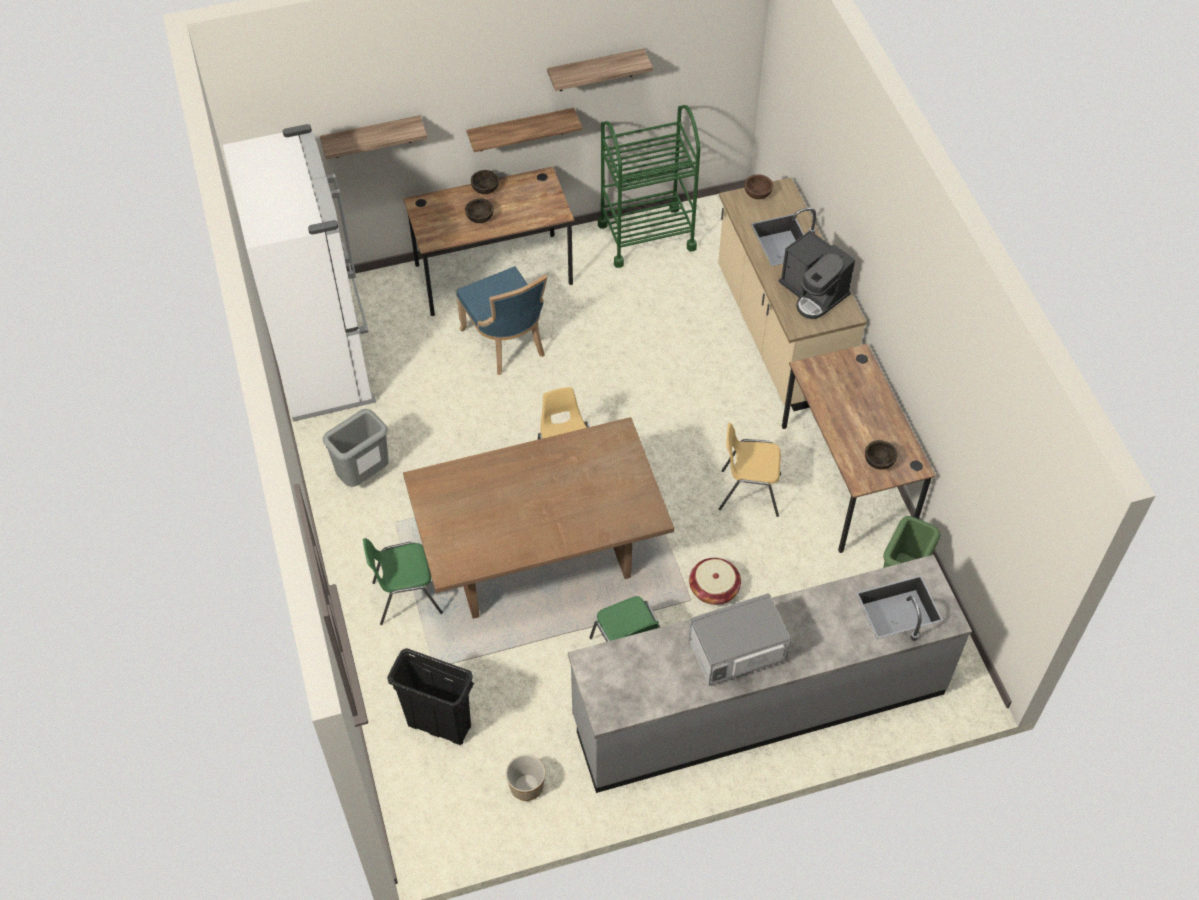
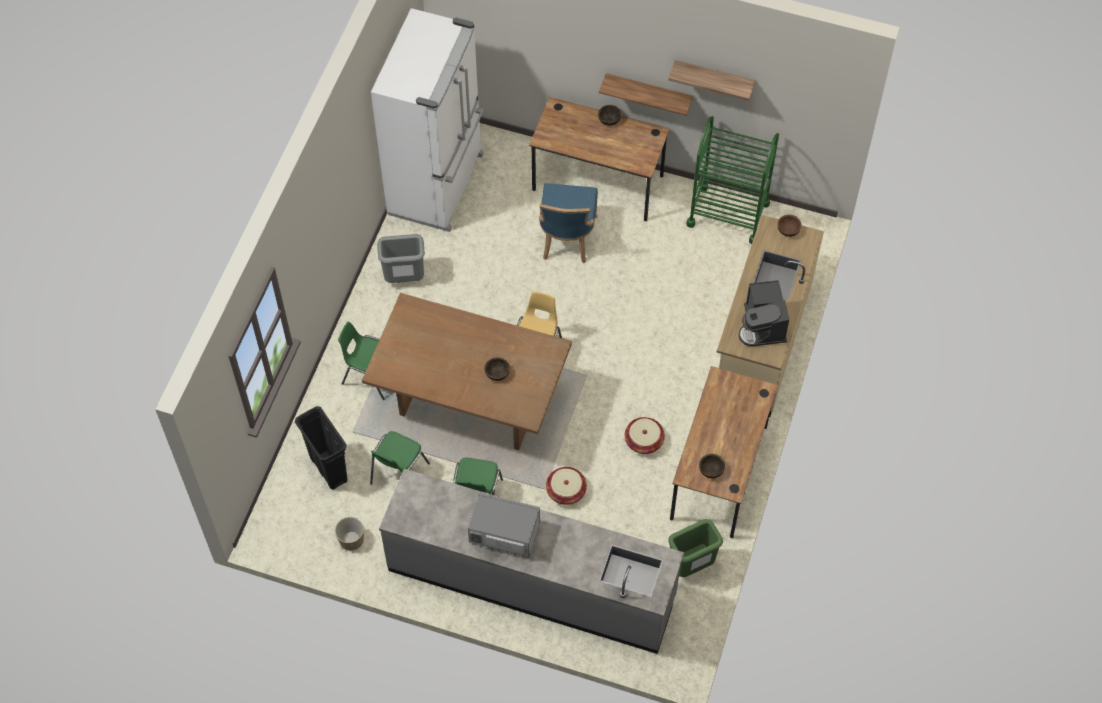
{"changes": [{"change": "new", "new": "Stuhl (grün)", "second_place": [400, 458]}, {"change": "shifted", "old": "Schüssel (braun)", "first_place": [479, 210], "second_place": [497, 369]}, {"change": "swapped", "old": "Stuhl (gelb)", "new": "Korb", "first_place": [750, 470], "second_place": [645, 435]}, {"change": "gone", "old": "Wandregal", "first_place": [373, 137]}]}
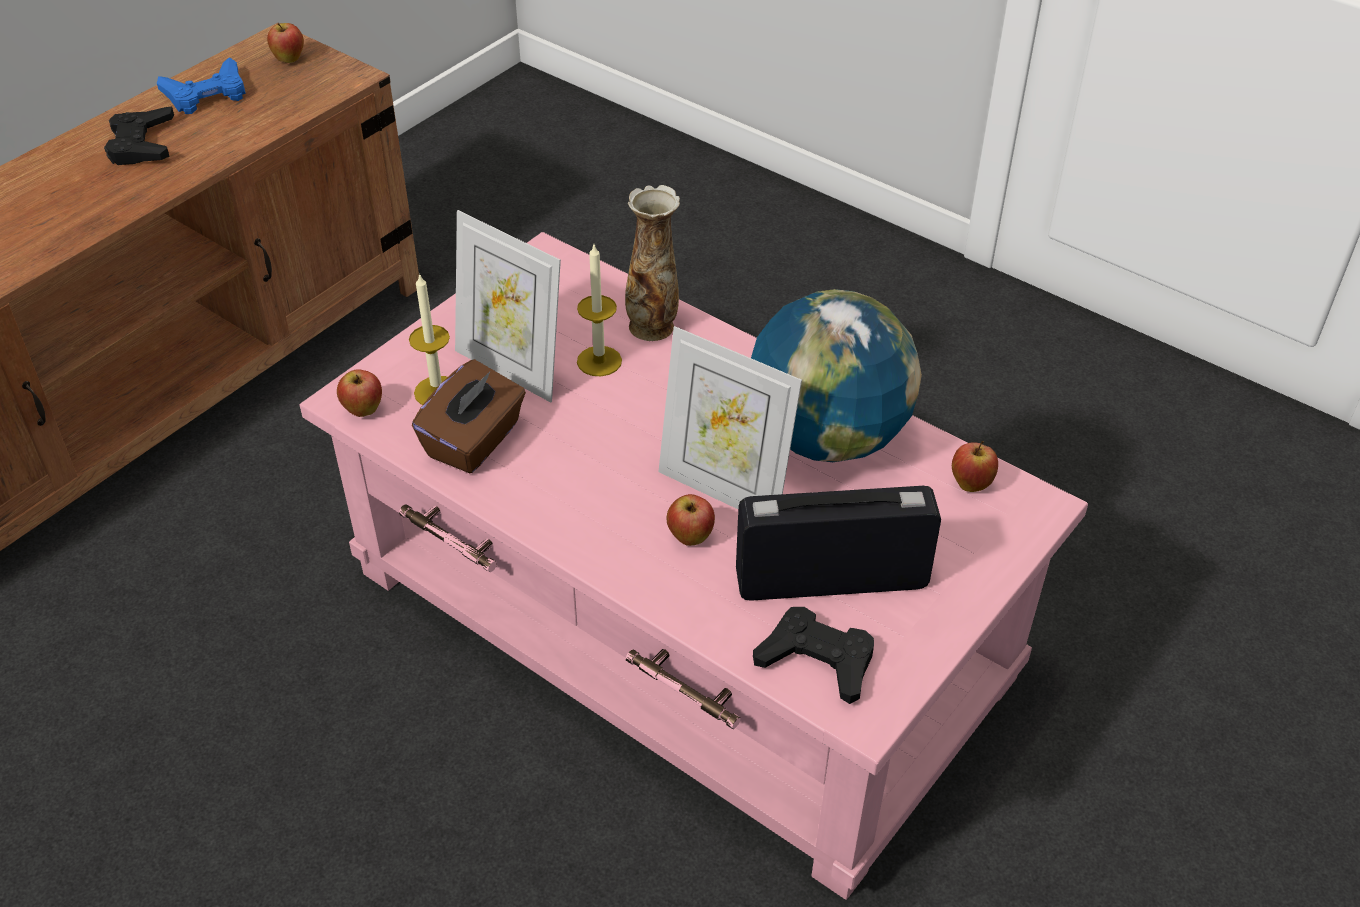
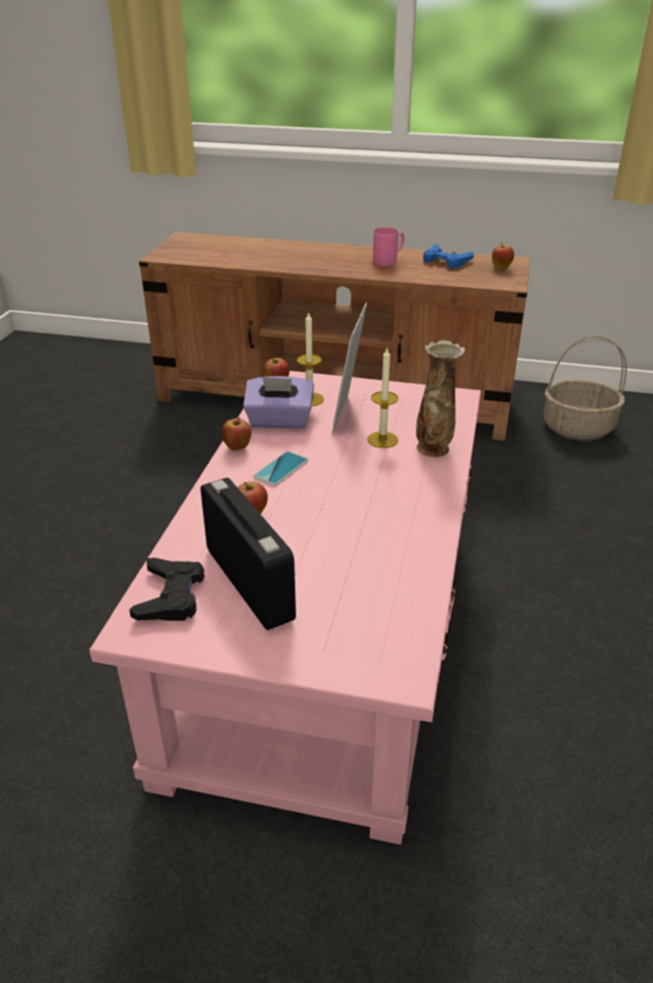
{"changes": [{"change": "shifted", "old": "Apfel", "first_place": [975, 466], "second_place": [236, 434]}, {"change": "repainted", "old": "Taschentuchbox (braun)", "new": "Taschentuchbox (lila)", "first_place": [469, 416], "second_place": [278, 402]}, {"change": "new", "new": "Handy", "second_place": [280, 468]}, {"change": "swapped", "old": "Gamepad (schwarz)", "new": "Henkelbecher (rosa)", "first_place": [139, 135], "second_place": [388, 246]}, {"change": "new", "new": "Korb", "second_place": [585, 387]}, {"change": "gone", "old": "Bilderrahmen", "first_place": [730, 417]}, {"change": "gone", "old": "Globus", "first_place": [836, 375]}]}
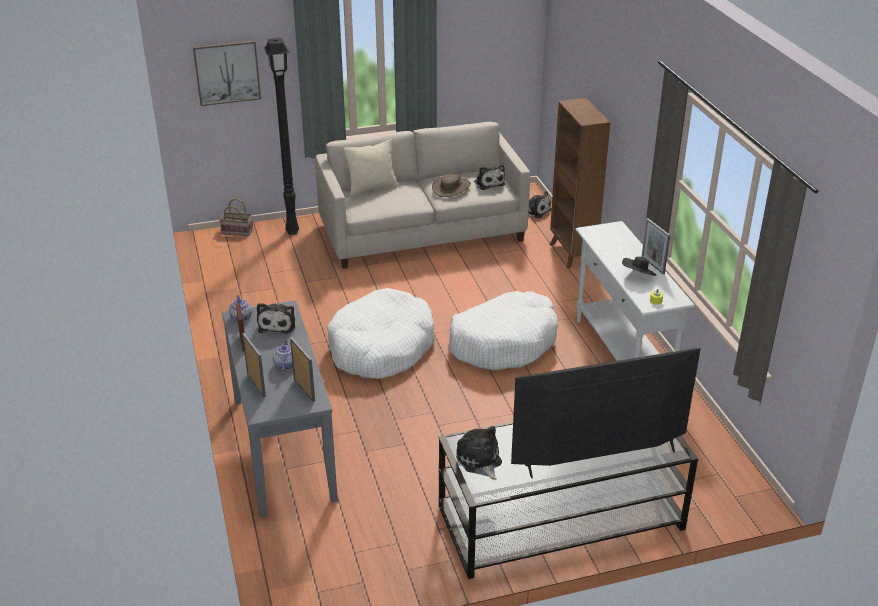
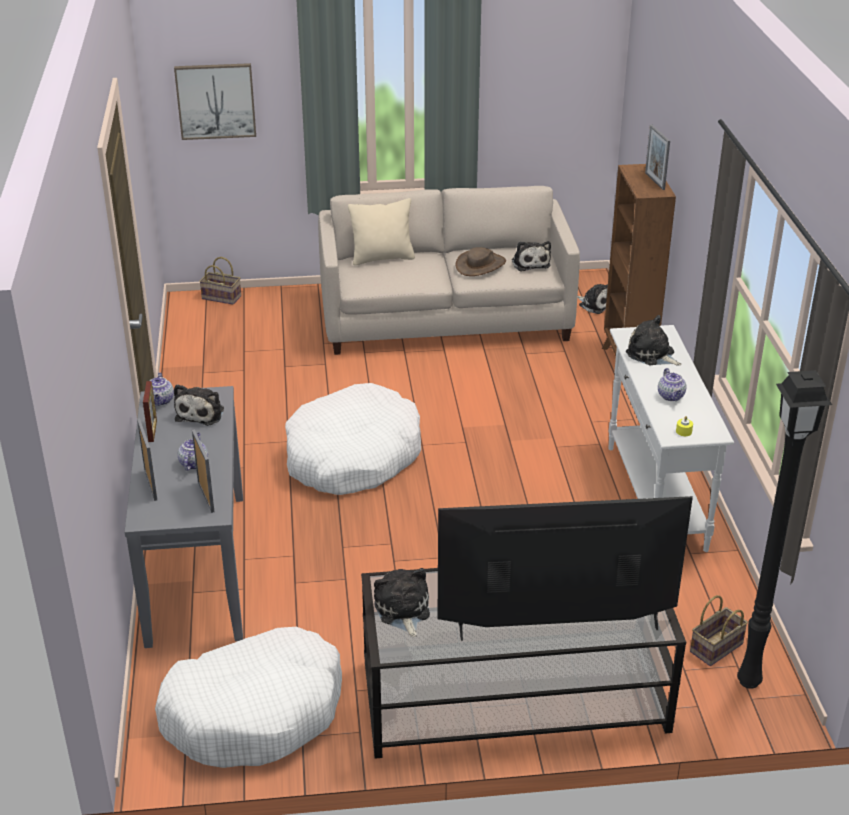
{"changes": [{"change": "shifted", "old": "Hundebett (weiß)", "first_place": [503, 330], "second_place": [248, 697]}, {"change": "new", "new": "Plüschtier", "second_place": [654, 340]}, {"change": "shifted", "old": "Bilderrahmen", "first_place": [656, 246], "second_place": [657, 157]}, {"change": "swapped", "old": "Hut (schwarz)", "new": "Teekanne", "first_place": [639, 266], "second_place": [672, 384]}, {"change": "new", "new": "Korb", "second_place": [719, 630]}, {"change": "shifted", "old": "Stehlampe (schwarz)", "first_place": [281, 136], "second_place": [784, 529]}]}
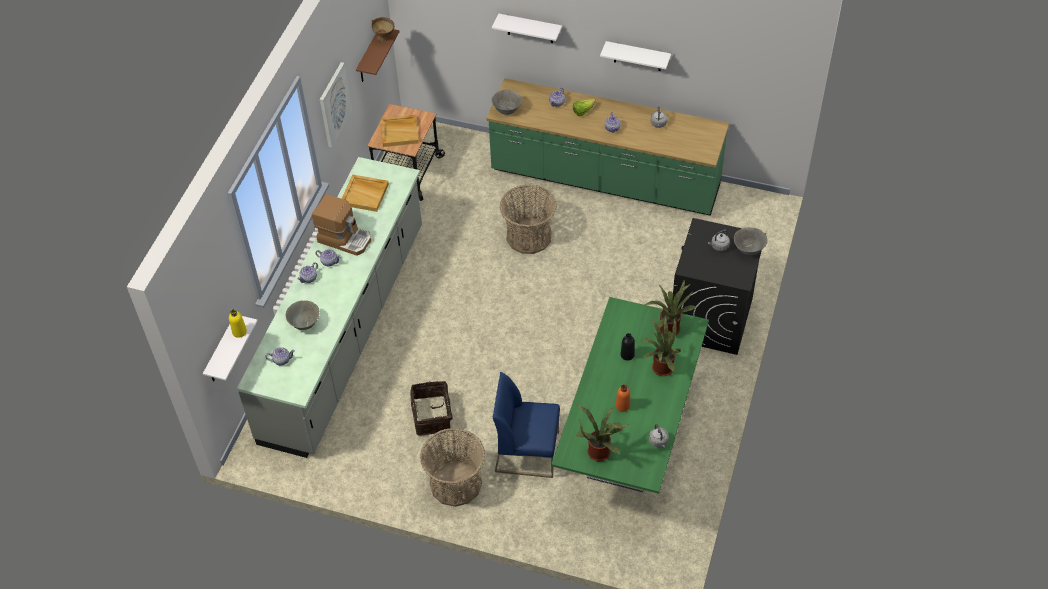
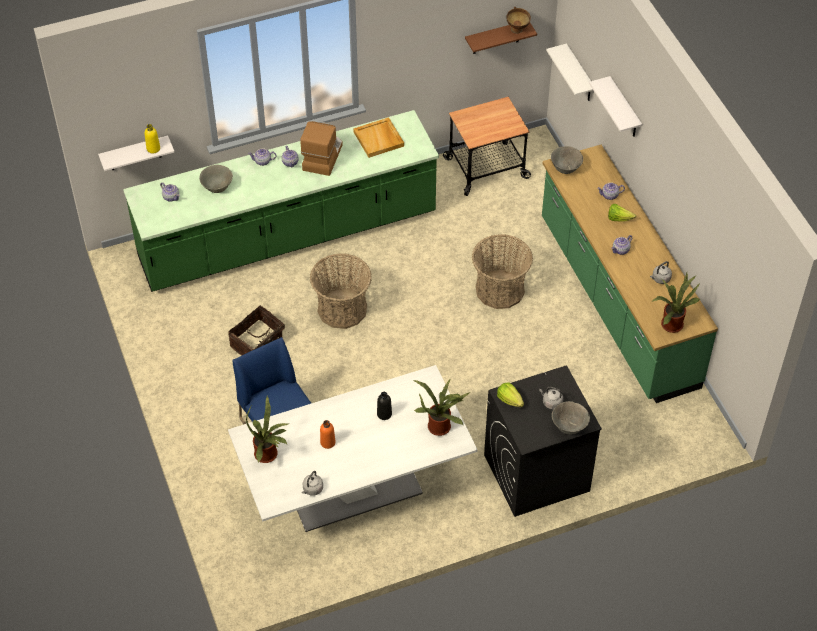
{"changes": [{"change": "repainted", "old": "Küchenzeile (grau)", "new": "Küchenzeile (grün)", "first_place": [329, 307], "second_place": [281, 201]}, {"change": "repainted", "old": "Esstisch (grün)", "new": "Esstisch (weiß)", "first_place": [630, 395], "second_place": [352, 448]}, {"change": "rotated", "old": "Kaffeemaschine", "first_place": [341, 225], "second_place": [322, 148], "degrees": -150}, {"change": "shifted", "old": "Korb", "first_place": [452, 467], "second_place": [341, 291]}, {"change": "new", "new": "Salatkopf", "second_place": [510, 394]}, {"change": "shifted", "old": "Wandregal (weiß)", "first_place": [635, 56], "second_place": [569, 72]}, {"change": "shifted", "old": "Topfpflanze", "first_place": [661, 346], "second_place": [676, 302]}, {"change": "gone", "old": "Bild", "first_place": [336, 104]}, {"change": "gone", "old": "Tablett (beige)", "first_place": [400, 131]}]}
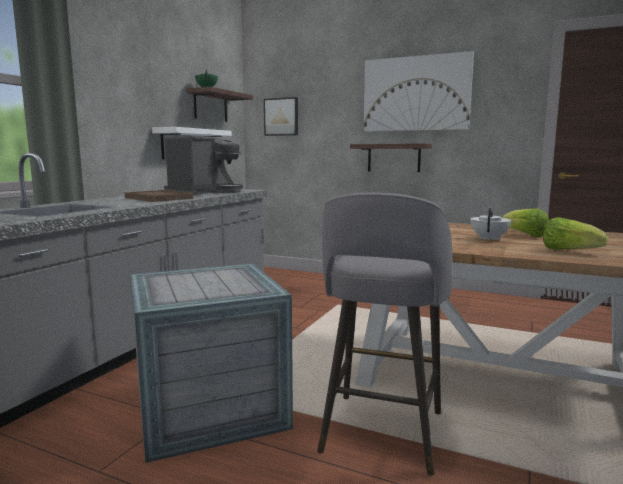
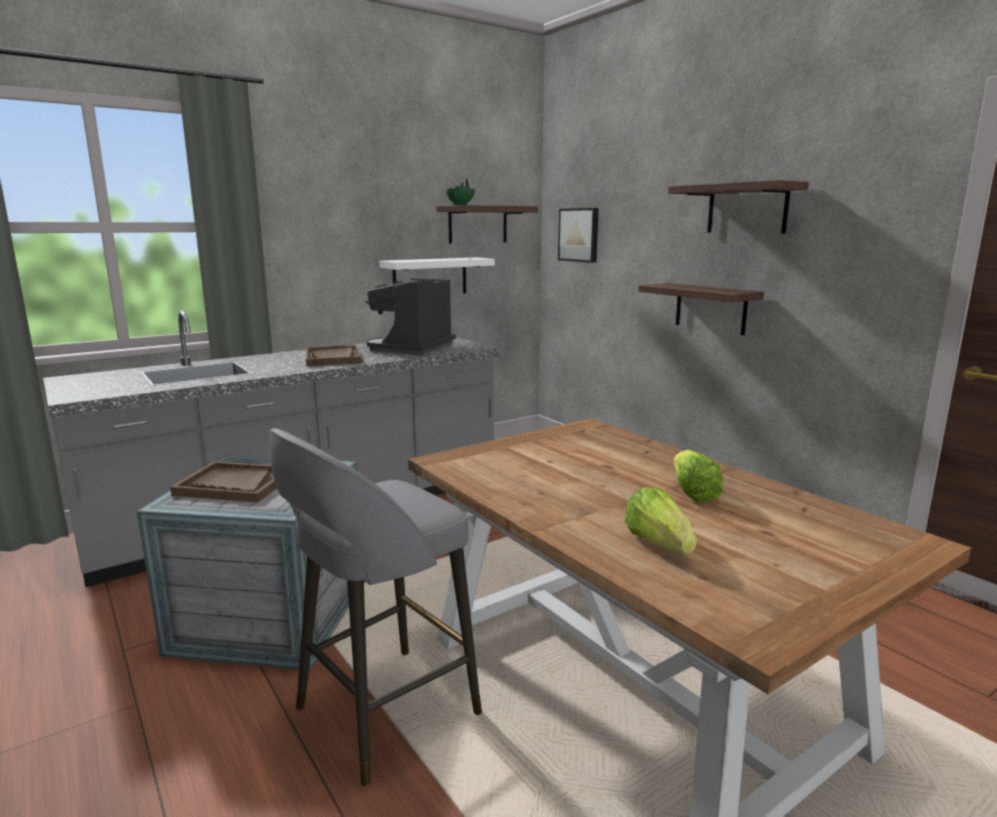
{"changes": [{"change": "new", "new": "Tablett (braun)", "second_place": [223, 482]}, {"change": "rotated", "old": "Kaffeemaschine", "first_place": [203, 165], "second_place": [410, 317], "degrees": 135}, {"change": "swapped", "old": "Bild", "new": "Wandregal", "first_place": [419, 91], "second_place": [738, 206]}, {"change": "gone", "old": "Teekanne (weiß)", "first_place": [490, 224]}]}
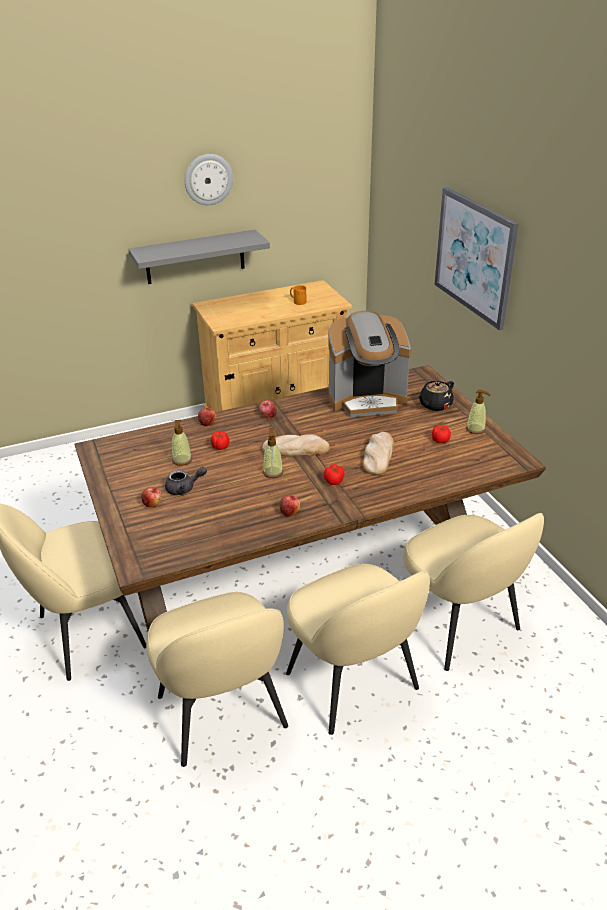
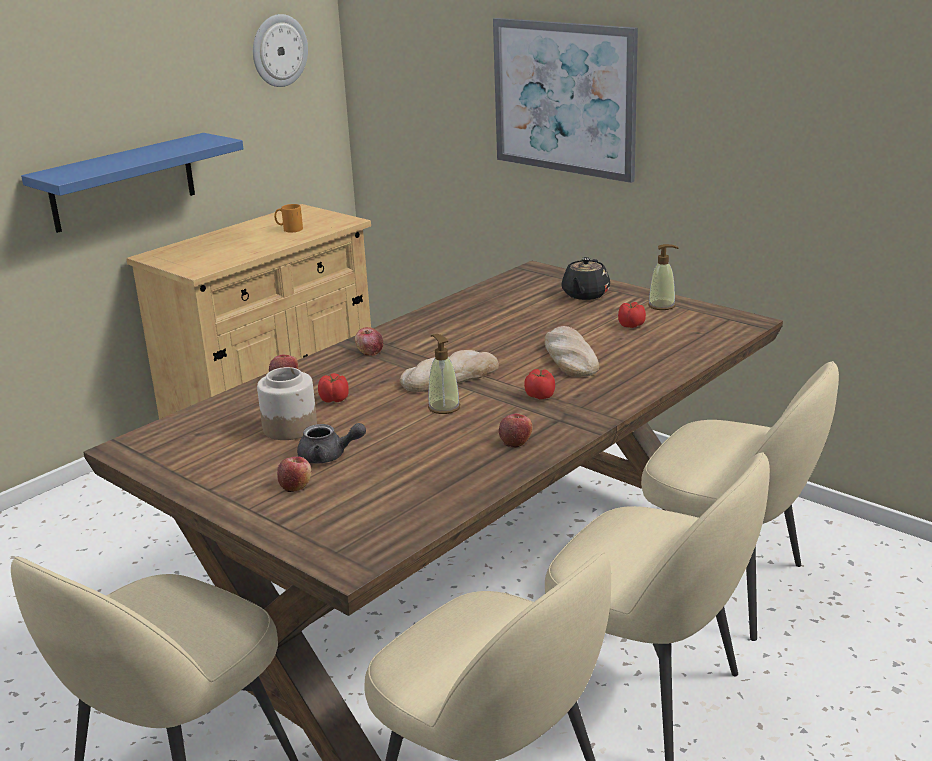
{"changes": [{"change": "repainted", "old": "Wandregal (grau)", "new": "Wandregal (blau)", "first_place": [199, 257], "second_place": [132, 183]}, {"change": "shifted", "old": "Wanduhr", "first_place": [209, 179], "second_place": [280, 50]}, {"change": "swapped", "old": "Seifenspender", "new": "Vorratsglas", "first_place": [182, 443], "second_place": [287, 403]}, {"change": "rotated", "old": "Teekanne (grau)", "first_place": [186, 481], "second_place": [331, 443], "degrees": 45}, {"change": "gone", "old": "Kaffeemaschine", "first_place": [369, 364]}]}
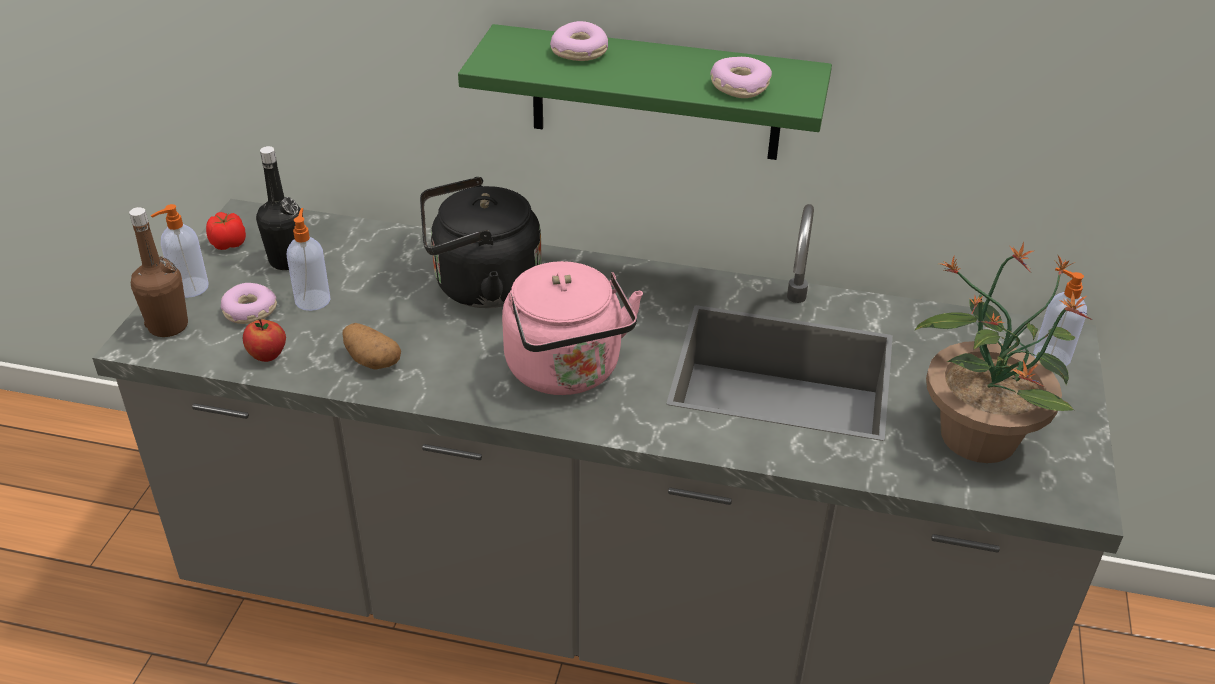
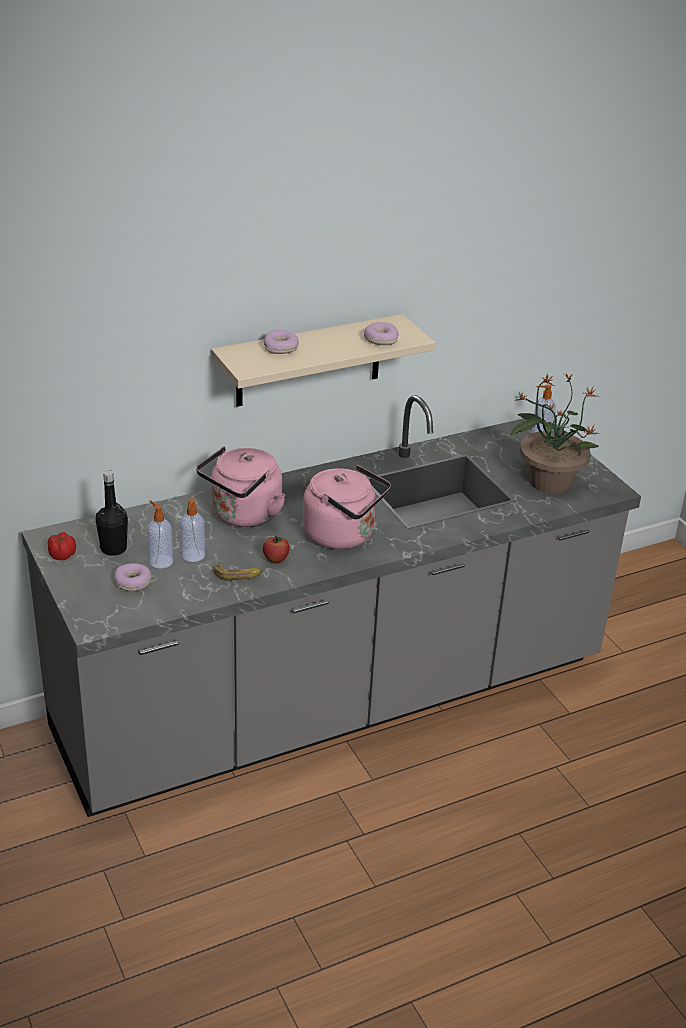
{"changes": [{"change": "shifted", "old": "Seifenspender", "first_place": [180, 251], "second_place": [192, 530]}, {"change": "repainted", "old": "Wasserkessel (schwarz)", "new": "Wasserkessel (rosa)", "first_place": [481, 242], "second_place": [241, 486]}, {"change": "repainted", "old": "Wandregal (grün)", "new": "Wandregal (beige)", "first_place": [645, 92], "second_place": [323, 360]}, {"change": "swapped", "old": "Kartoffel", "new": "Banane", "first_place": [372, 346], "second_place": [238, 572]}, {"change": "shifted", "old": "Apfel", "first_place": [264, 340], "second_place": [276, 550]}, {"change": "gone", "old": "Flasche (braun)", "first_place": [158, 272]}]}
